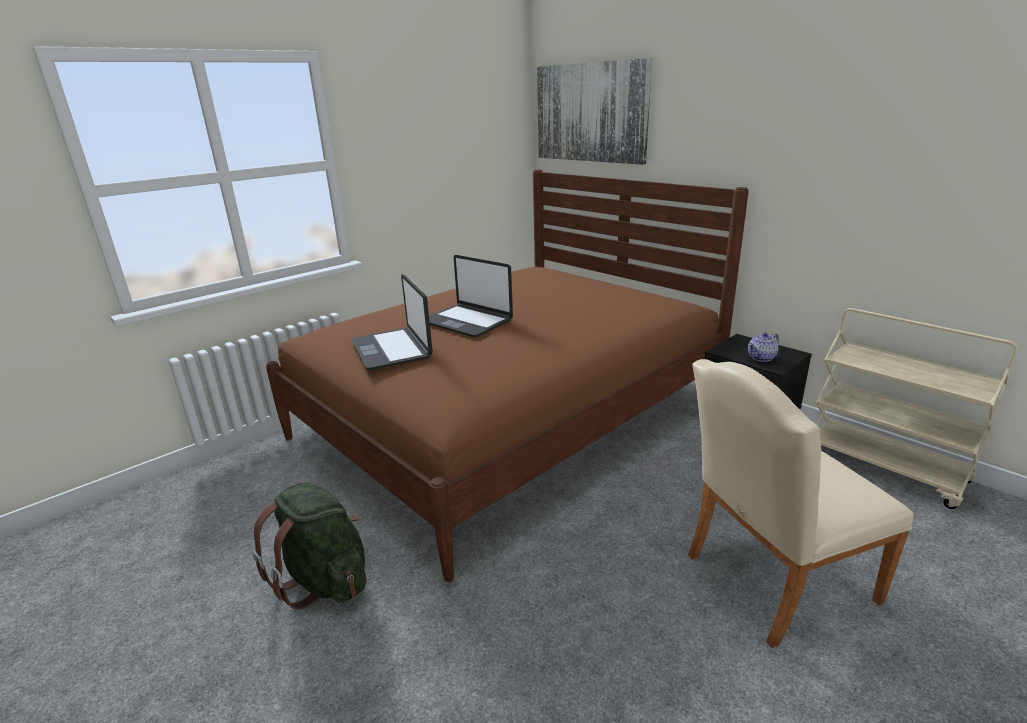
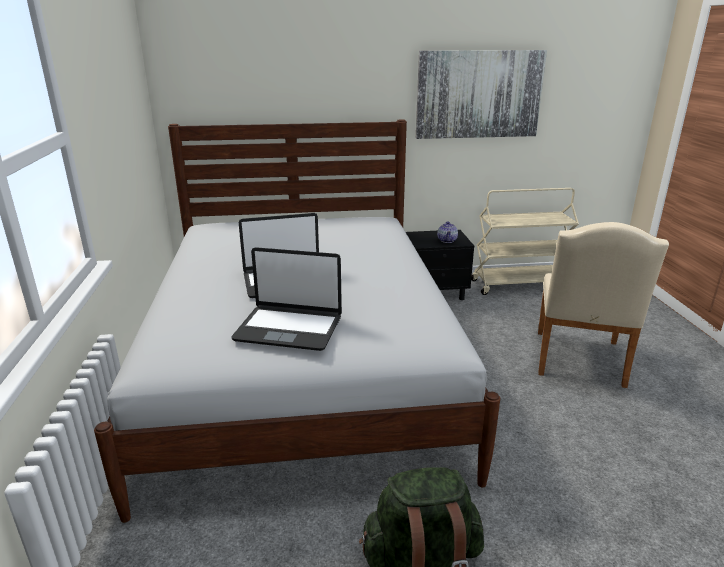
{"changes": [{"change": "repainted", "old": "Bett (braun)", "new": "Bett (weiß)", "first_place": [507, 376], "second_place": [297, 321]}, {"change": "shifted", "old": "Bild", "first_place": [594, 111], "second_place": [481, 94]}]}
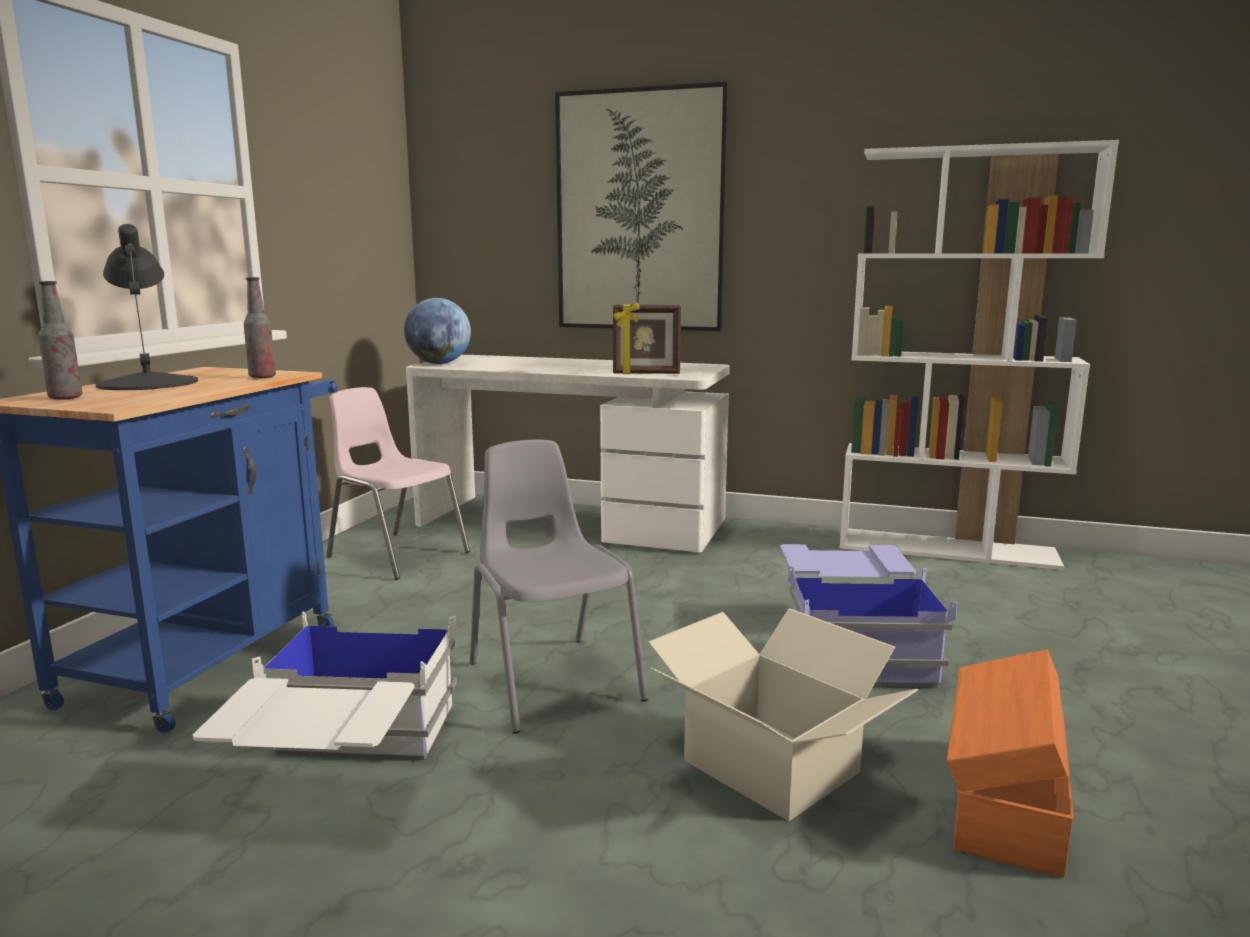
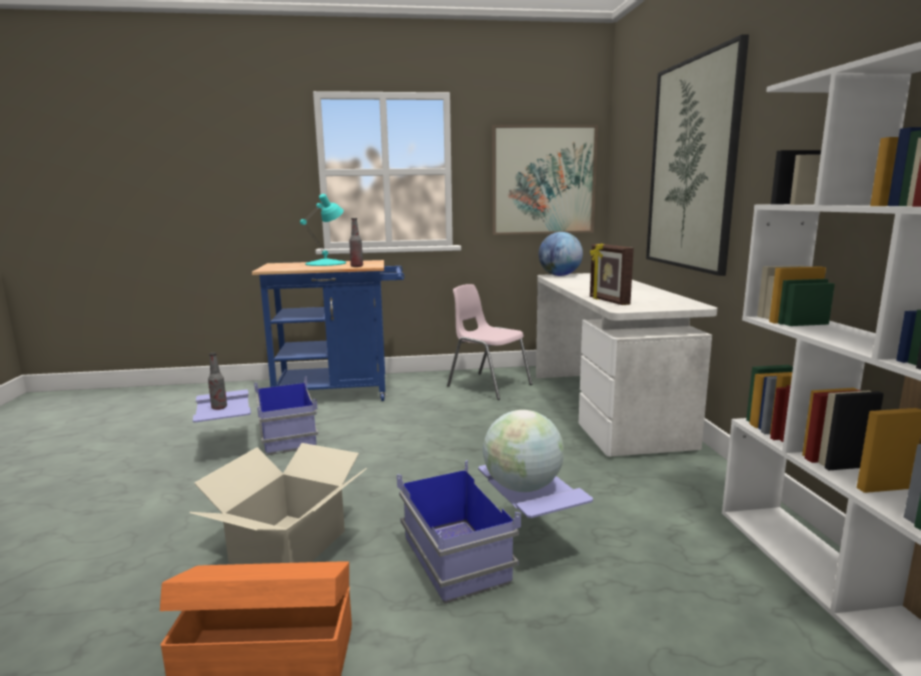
{"changes": [{"change": "repainted", "old": "Aufbewahrungsbox (weiß)", "new": "Aufbewahrungsbox (blau)", "first_place": [325, 686], "second_place": [255, 415]}, {"change": "shifted", "old": "Flasche", "first_place": [60, 340], "second_place": [217, 381]}, {"change": "repainted", "old": "Tischlampe (schwarz)", "new": "Tischlampe (türkis)", "first_place": [146, 307], "second_place": [323, 230]}, {"change": "rotated", "old": "Stuhl (rosa)", "first_place": [398, 483], "second_place": [489, 342], "degrees": -60}, {"change": "new", "new": "Globus", "second_place": [523, 451]}, {"change": "new", "new": "Bild", "second_place": [545, 180]}, {"change": "gone", "old": "Stuhl (grau)", "first_place": [559, 586]}]}
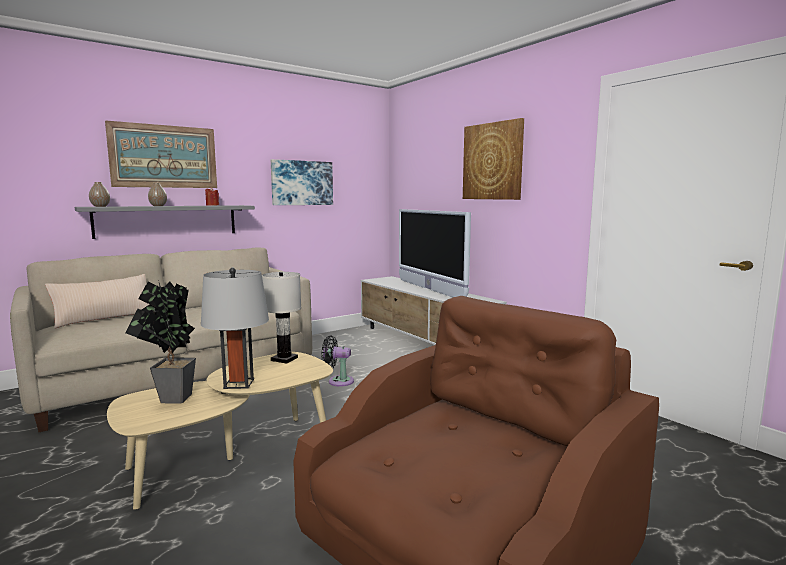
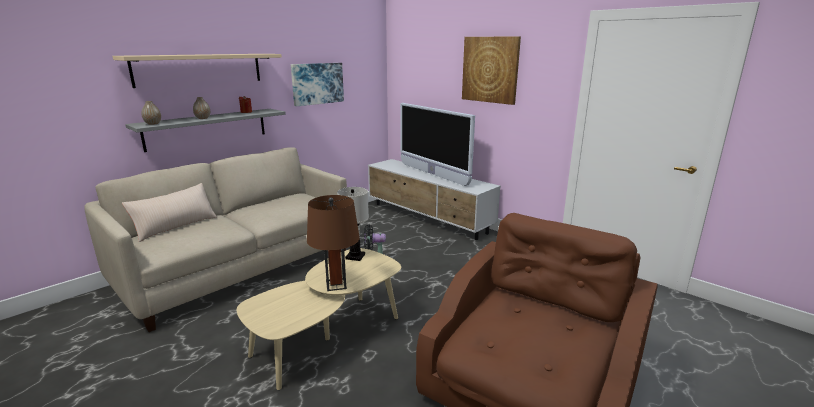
{"changes": [{"change": "swapped", "old": "Bild", "new": "Wandregal (beige)", "first_place": [161, 154], "second_place": [197, 71]}, {"change": "repainted", "old": "Tischlampe (grau)", "new": "Tischlampe (braun)", "first_place": [235, 328], "second_place": [333, 243]}, {"change": "gone", "old": "Topfpflanze", "first_place": [161, 342]}]}
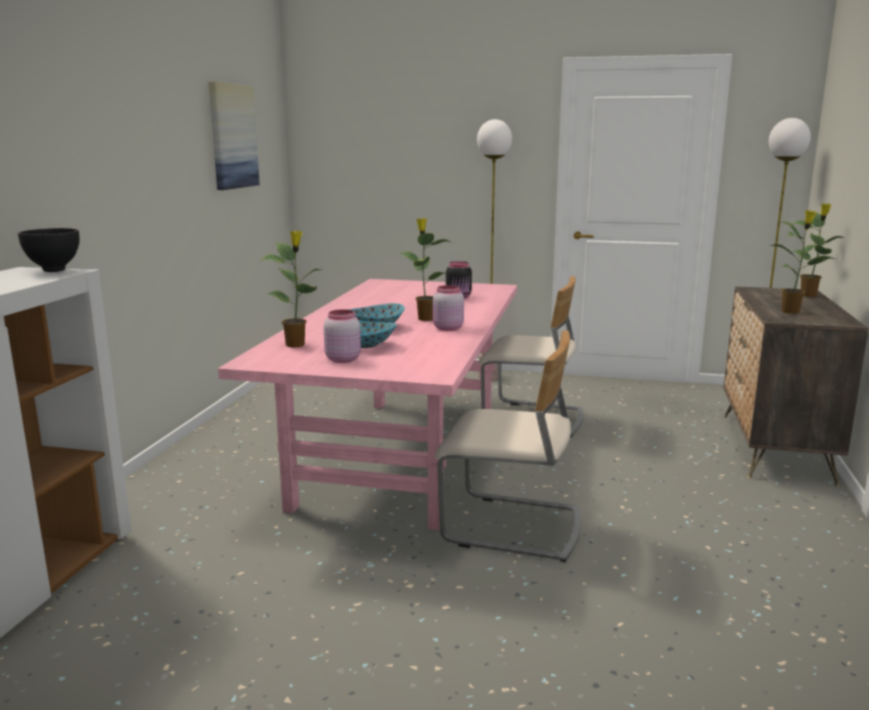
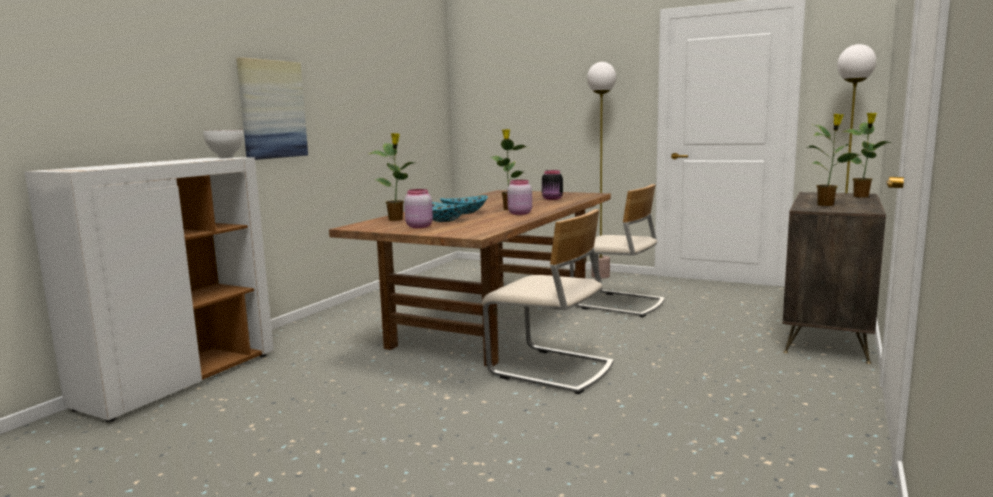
{"changes": [{"change": "repainted", "old": "Schüssel (schwarz)", "new": "Schüssel (weiß)", "first_place": [48, 250], "second_place": [223, 144]}, {"change": "shifted", "old": "Bild", "first_place": [234, 135], "second_place": [272, 108]}, {"change": "repainted", "old": "Esstisch (rosa)", "new": "Esstisch (braun)", "first_place": [367, 404], "second_place": [470, 278]}]}
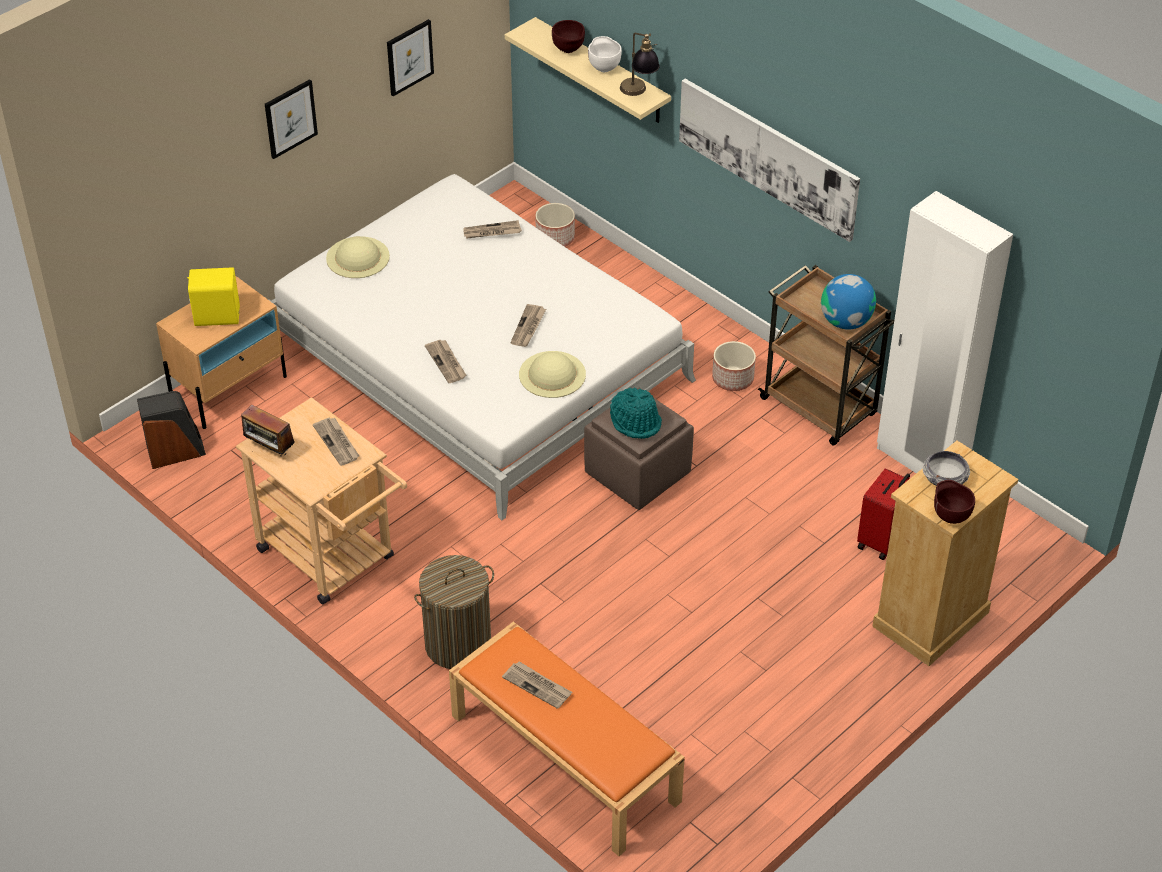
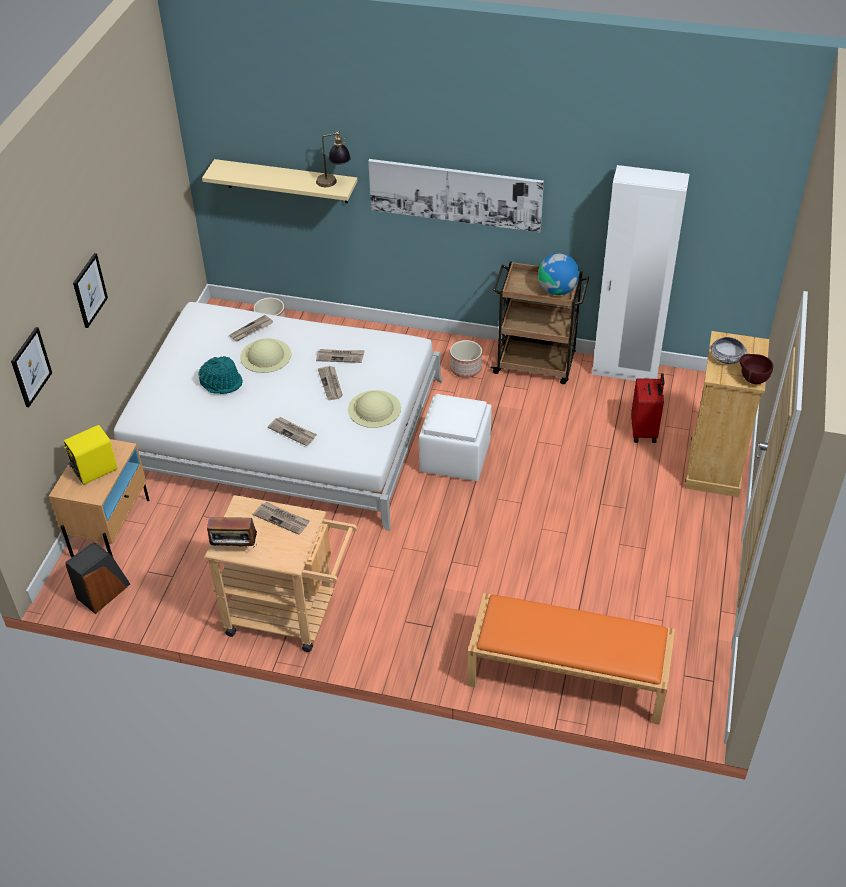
{"changes": [{"change": "shifted", "old": "Bild", "first_place": [410, 57], "second_place": [31, 367]}, {"change": "shifted", "old": "Hut (türkis)", "first_place": [636, 413], "second_place": [220, 375]}, {"change": "shifted", "old": "Hut (beige)", "first_place": [358, 257], "second_place": [265, 355]}, {"change": "shifted", "old": "Zeitung", "first_place": [537, 685], "second_place": [340, 356]}, {"change": "repainted", "old": "Polsterhocker (braun)", "new": "Polsterhocker (weiß)", "first_place": [639, 449], "second_place": [455, 437]}, {"change": "gone", "old": "Wäschekorb", "first_place": [454, 612]}, {"change": "gone", "old": "Schüssel (braun)", "first_place": [568, 36]}, {"change": "gone", "old": "Schüssel (weiß)", "first_place": [605, 54]}]}
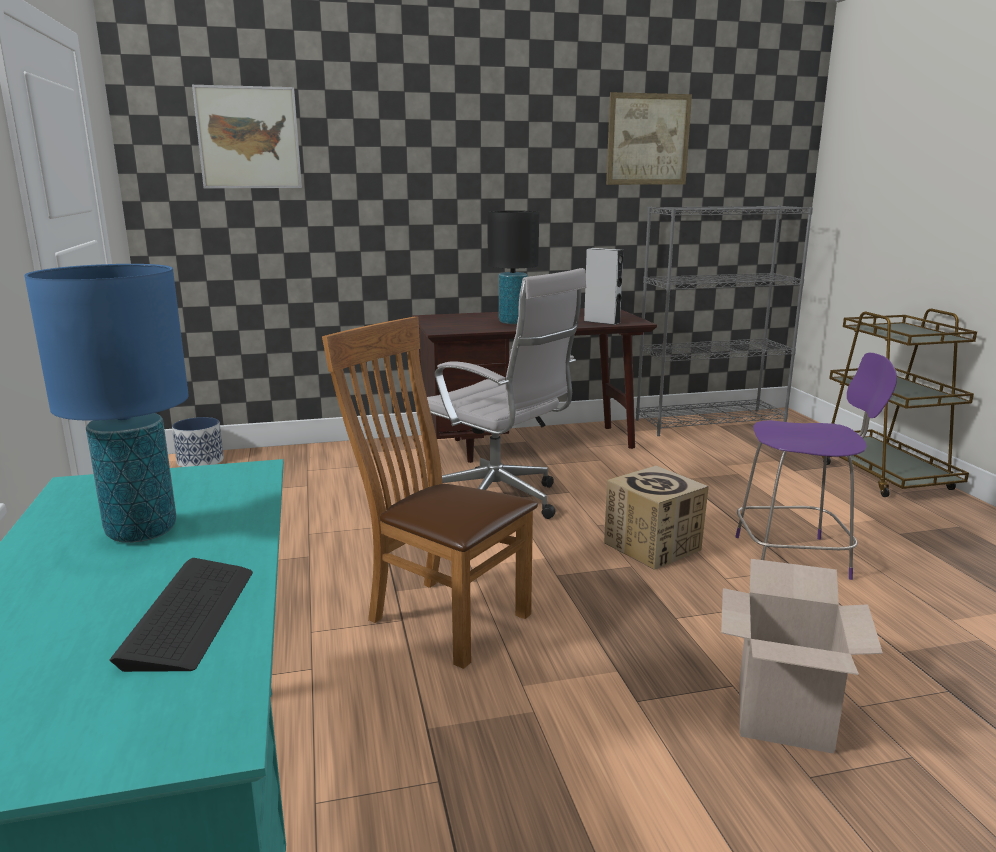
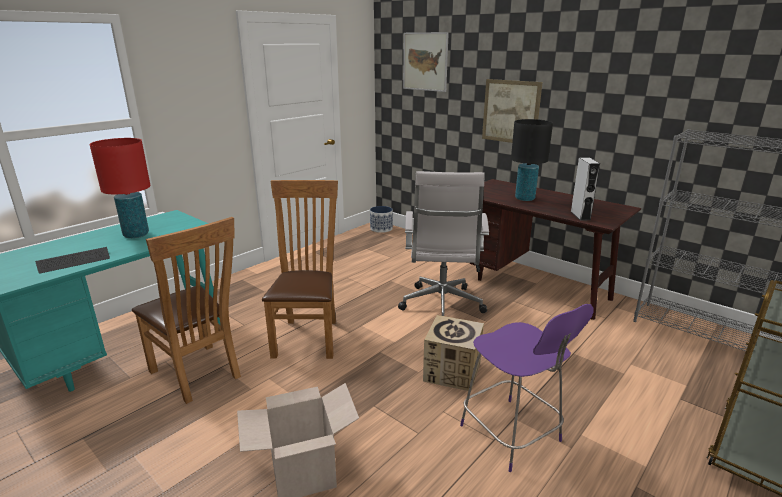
{"changes": [{"change": "repainted", "old": "Tischlampe (blau)", "new": "Tischlampe (rot)", "first_place": [106, 403], "second_place": [120, 188]}, {"change": "new", "new": "Stuhl (braun)", "second_place": [186, 310]}, {"change": "shifted", "old": "Bild", "first_place": [649, 138], "second_place": [512, 111]}]}
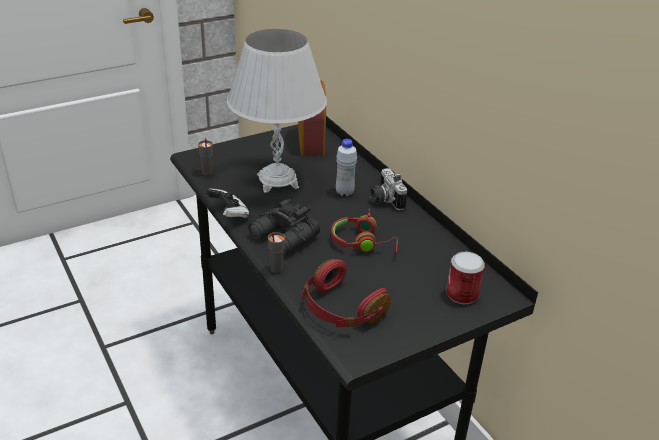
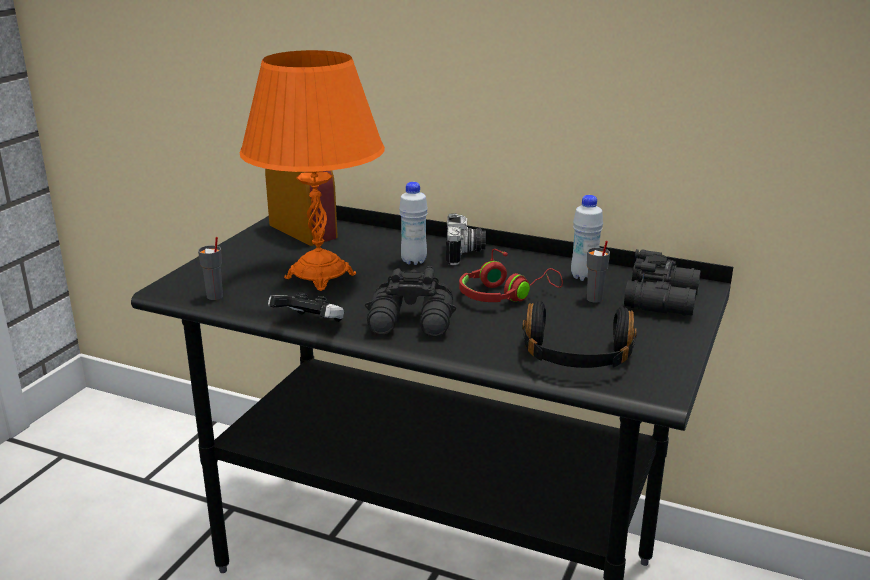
{"changes": [{"change": "repainted", "old": "Tischlampe (weiß)", "new": "Tischlampe (orange)", "first_place": [277, 111], "second_place": [312, 170]}, {"change": "rotated", "old": "Kamera", "first_place": [388, 189], "second_place": [466, 239], "degrees": -120}, {"change": "repainted", "old": "Kopfhörer (rot)", "new": "Kopfhörer (schwarz)", "first_place": [346, 293], "second_place": [579, 334]}, {"change": "new", "new": "Flasche (weiß)", "second_place": [587, 238]}, {"change": "shifted", "old": "Tasse (grau)", "first_place": [276, 252], "second_place": [598, 272]}, {"change": "swapped", "old": "Dose", "new": "Fernglas (schwarz)", "first_place": [465, 278], "second_place": [662, 282]}]}
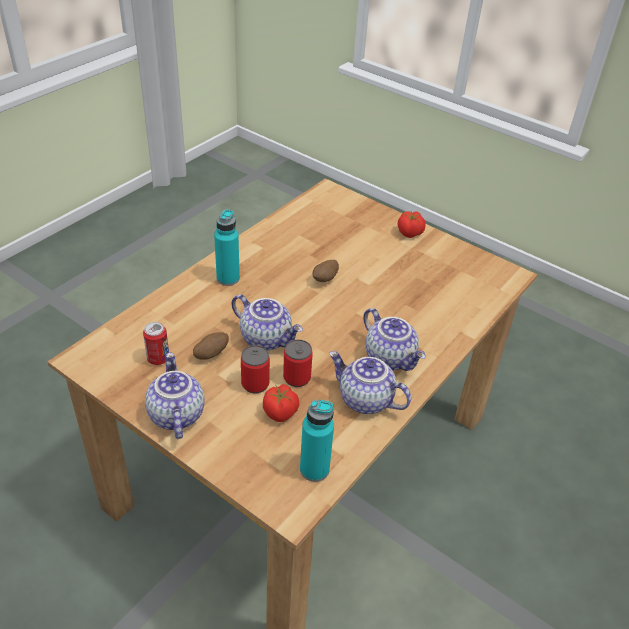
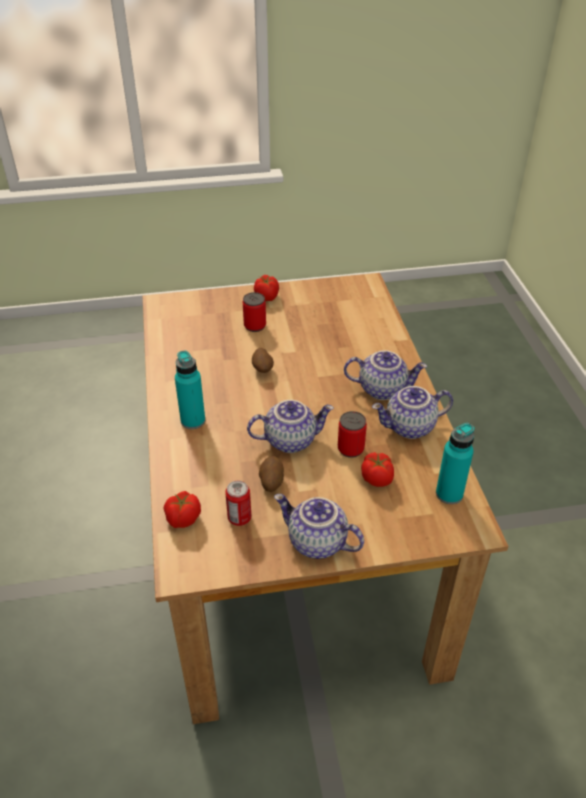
{"changes": [{"change": "new", "new": "Tomate", "second_place": [182, 509]}, {"change": "shifted", "old": "Dose", "first_place": [255, 369], "second_place": [254, 312]}]}
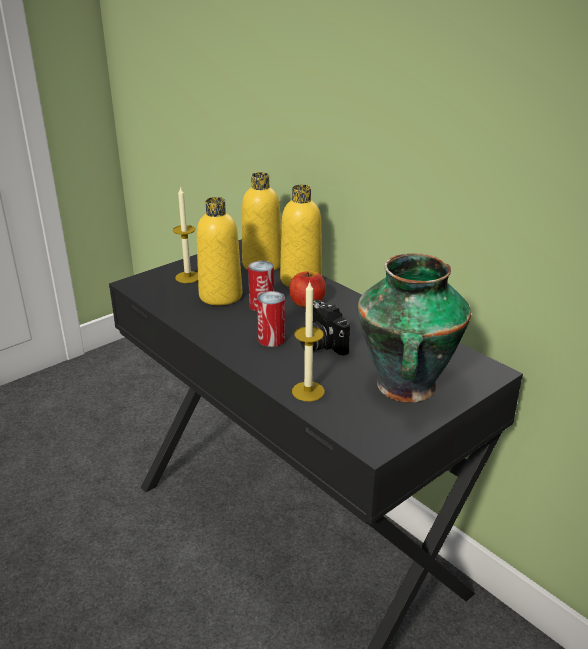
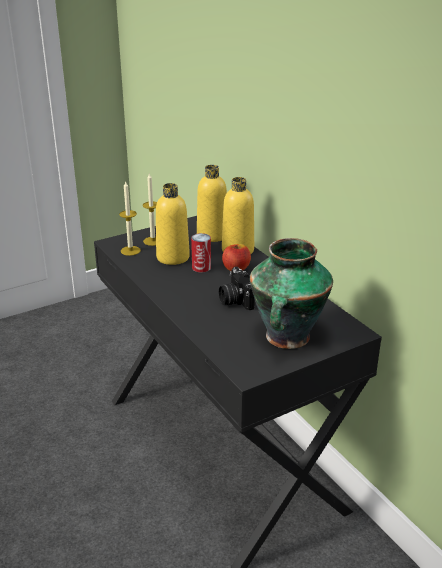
{"changes": [{"change": "shifted", "old": "Kerze", "first_place": [308, 341], "second_place": [130, 218]}, {"change": "gone", "old": "Dose", "first_place": [271, 319]}]}
